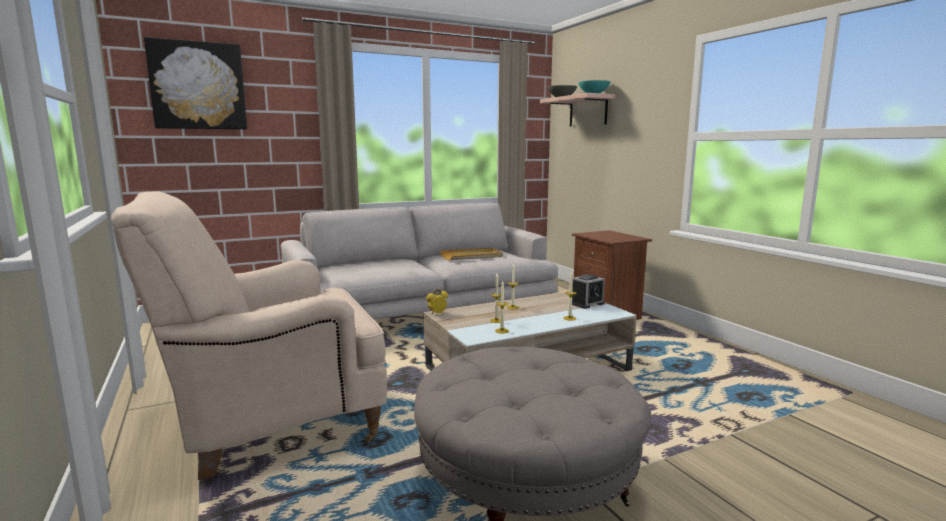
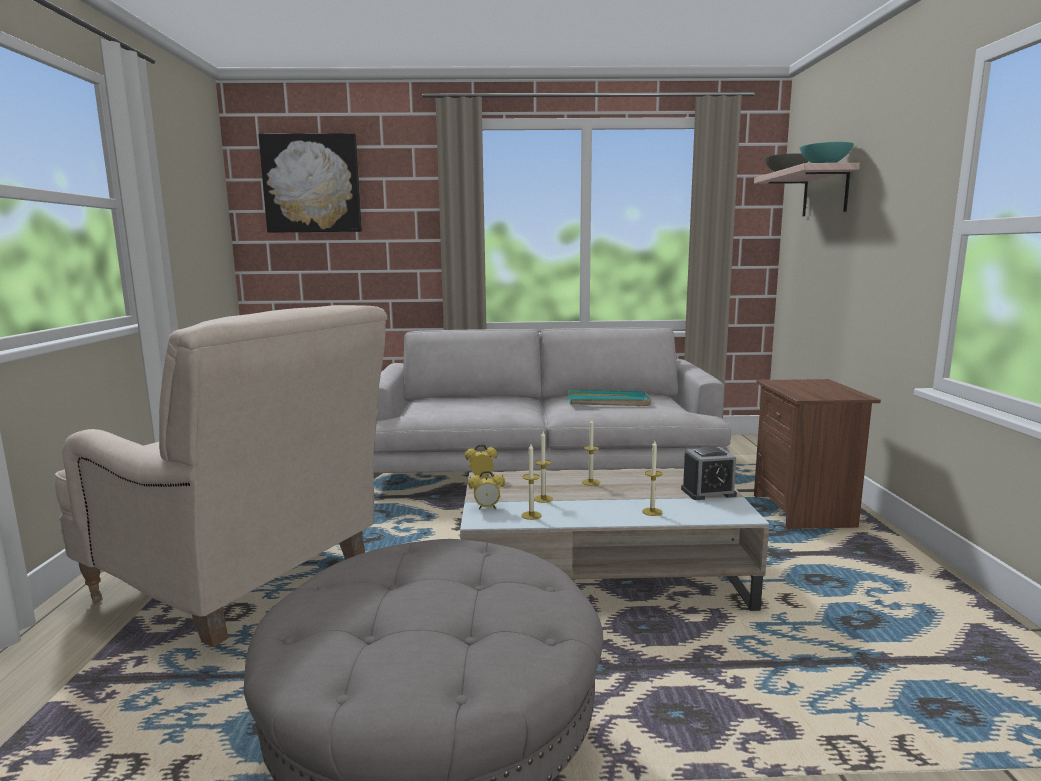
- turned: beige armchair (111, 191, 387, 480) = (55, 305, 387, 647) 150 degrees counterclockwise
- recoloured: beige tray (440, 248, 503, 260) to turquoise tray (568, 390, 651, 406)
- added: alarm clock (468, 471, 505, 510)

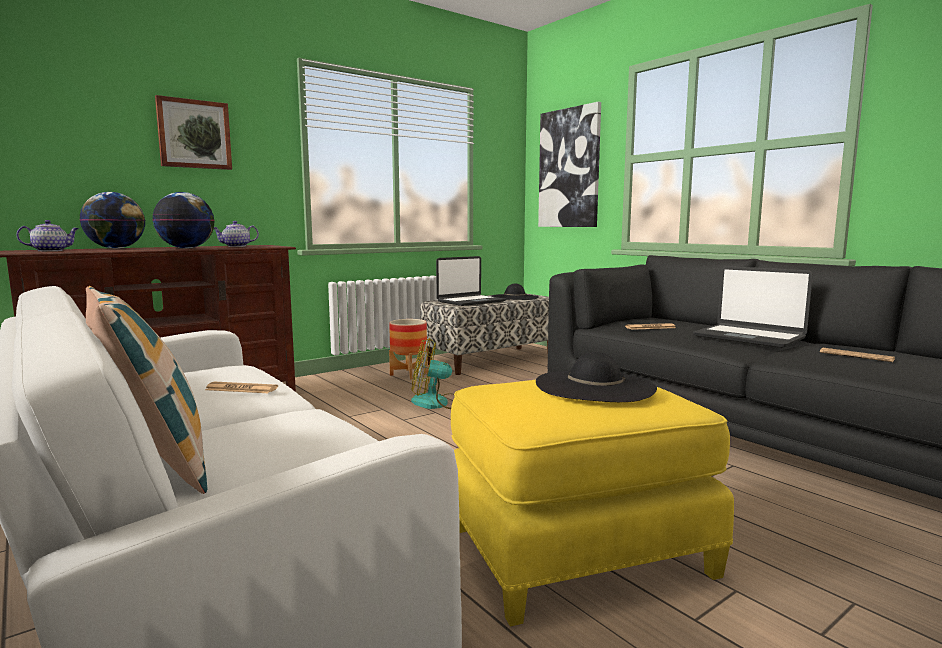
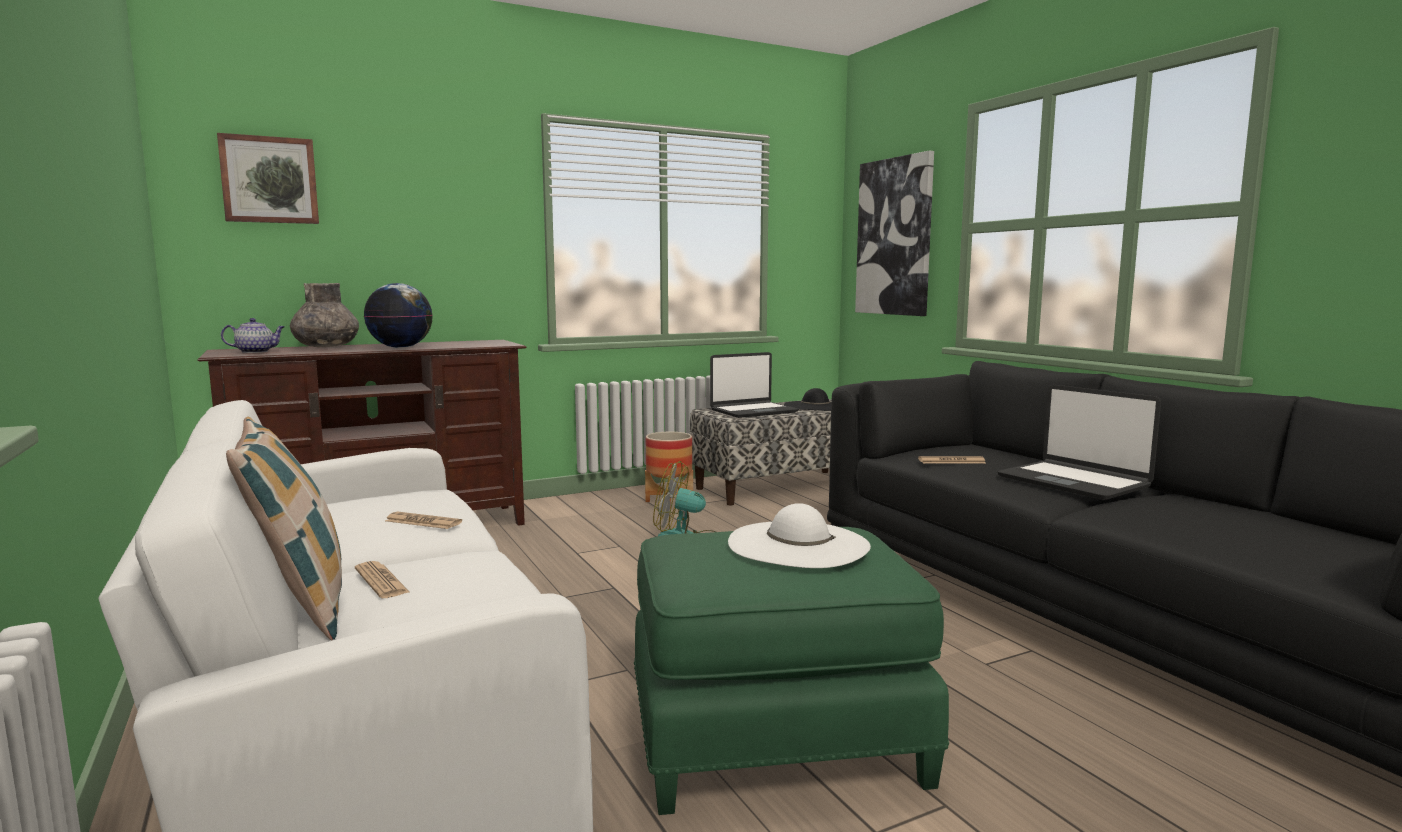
- moved: picture (155, 95, 232, 170) to (217, 133, 319, 224)
- replaced: globe (80, 192, 145, 249) to grey vase (290, 283, 359, 347)
- removed: teapot (214, 221, 259, 247)
- moved: newspaper (820, 348, 895, 362) to (355, 561, 411, 598)
- recoloured: black hat (536, 352, 657, 402) to white hat (728, 503, 871, 568)
- recoloured: yellow ottoman (451, 380, 734, 627) to green ottoman (634, 527, 949, 815)

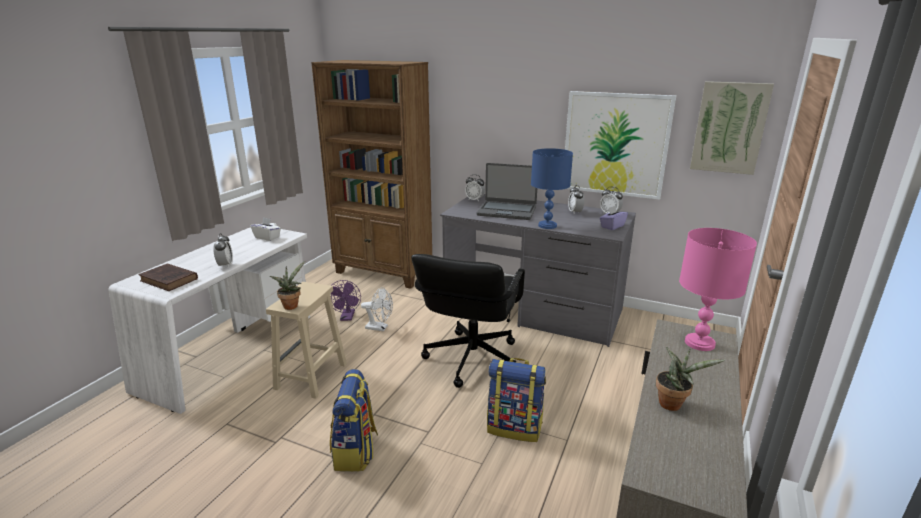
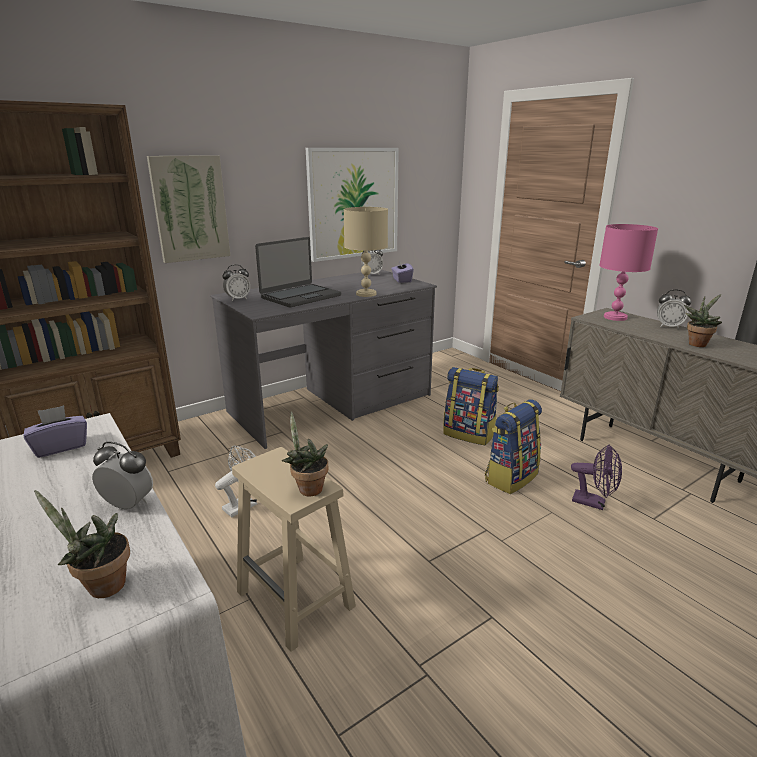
- moved: picture (690, 81, 774, 175) to (147, 155, 230, 263)
- recoloured: blue table lamp (531, 148, 573, 229) to beige table lamp (344, 207, 388, 297)
- moved: alarm clock (568, 185, 584, 213) to (657, 290, 691, 329)
- recoloured: white tissue box (250, 217, 281, 241) to purple tissue box (24, 405, 87, 458)
- removed: black office chair (411, 254, 525, 388)
- replaced: brown book (139, 263, 198, 291) to potted plant (34, 490, 130, 598)
- moved: purple fan (330, 280, 361, 321) to (571, 445, 622, 510)
- moved: backpack (330, 369, 378, 472) to (443, 367, 499, 445)

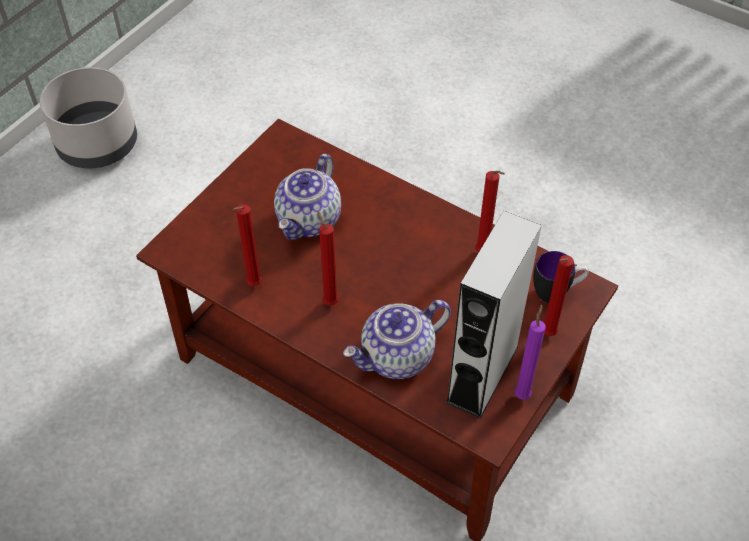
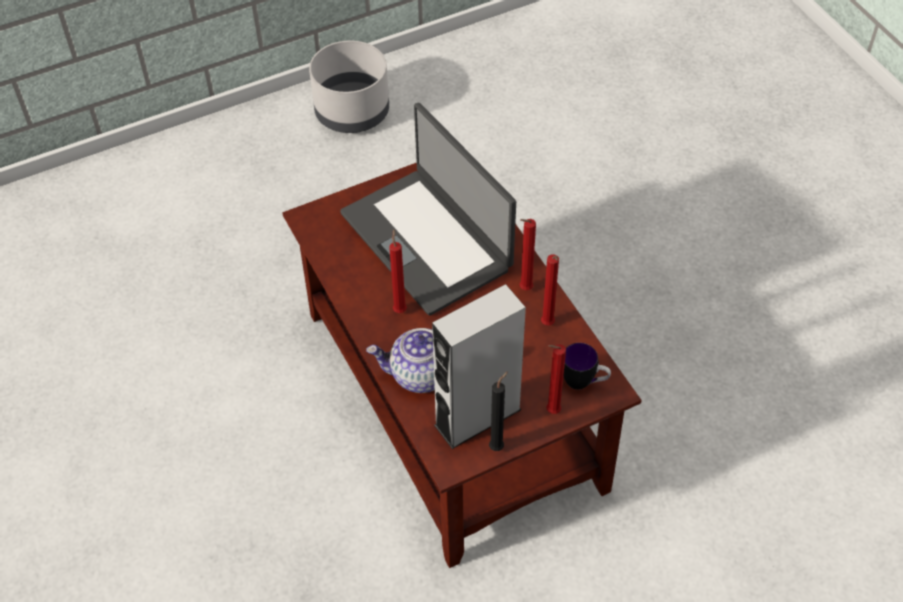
- replaced: teapot (274, 154, 341, 240) to laptop (340, 103, 516, 316)
- moved: red candle (233, 204, 262, 286) to (519, 219, 536, 290)
- recoloured: purple candle (515, 305, 546, 400) to black candle (489, 371, 508, 451)

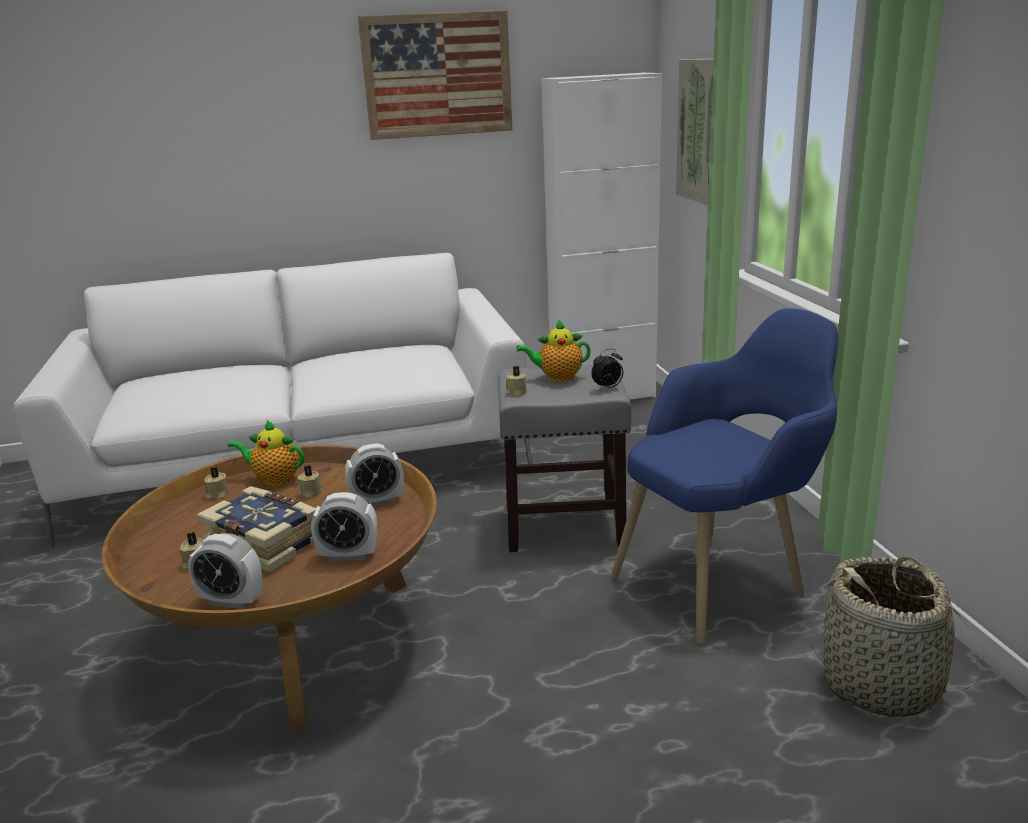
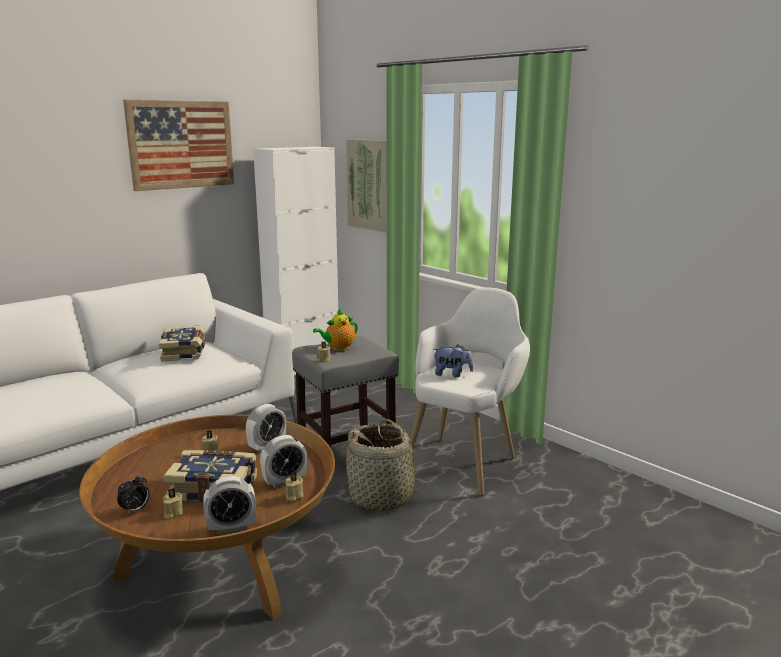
- recoloured: blue armchair (611, 308, 838, 645) to white armchair (410, 288, 530, 496)
- moved: alarm clock (591, 349, 623, 390) to (117, 473, 150, 514)
- removed: teapot (228, 419, 304, 486)
- moved: beige candle (204, 467, 229, 500) to (285, 472, 303, 501)
- moved: basket (810, 556, 984, 717) to (339, 419, 430, 511)
- added: book (159, 326, 205, 362)
- added: plush toy (433, 344, 473, 378)

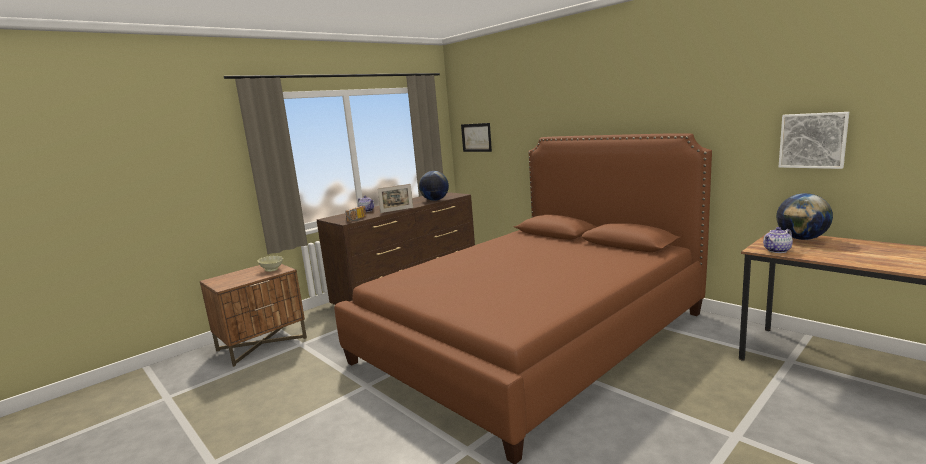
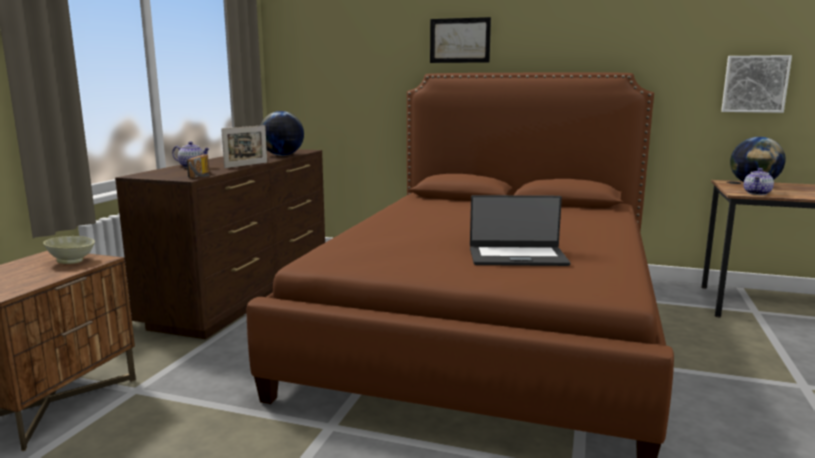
- moved: picture (461, 123, 492, 152) to (430, 17, 491, 63)
- added: laptop (470, 195, 570, 266)

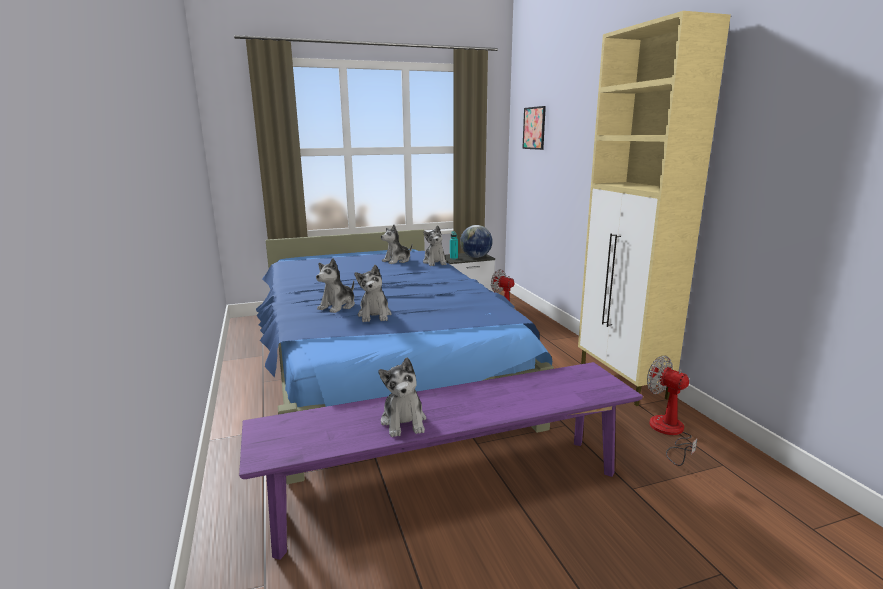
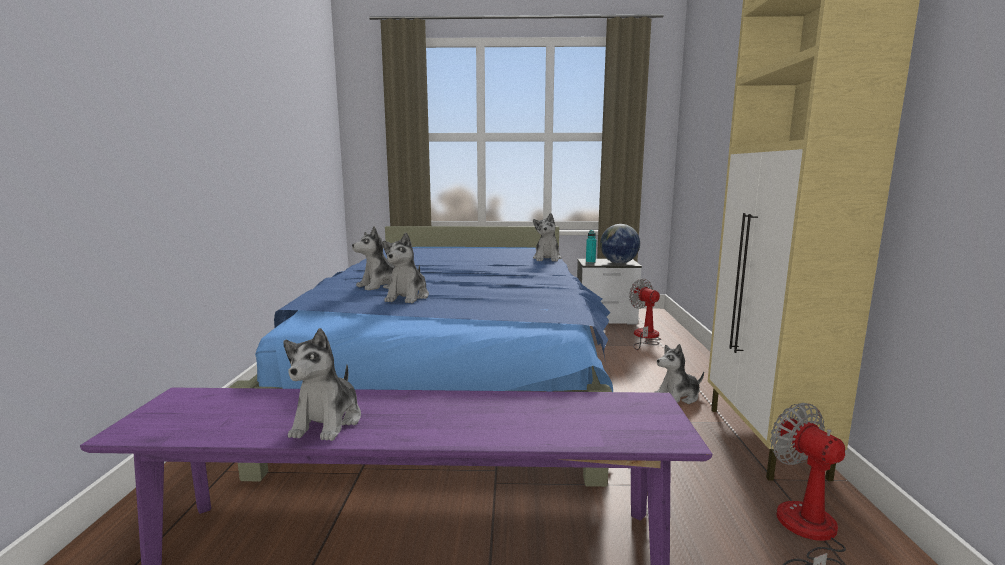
- removed: picture (522, 106, 546, 150)
- moved: plush toy (381, 225, 413, 264) to (654, 344, 704, 404)

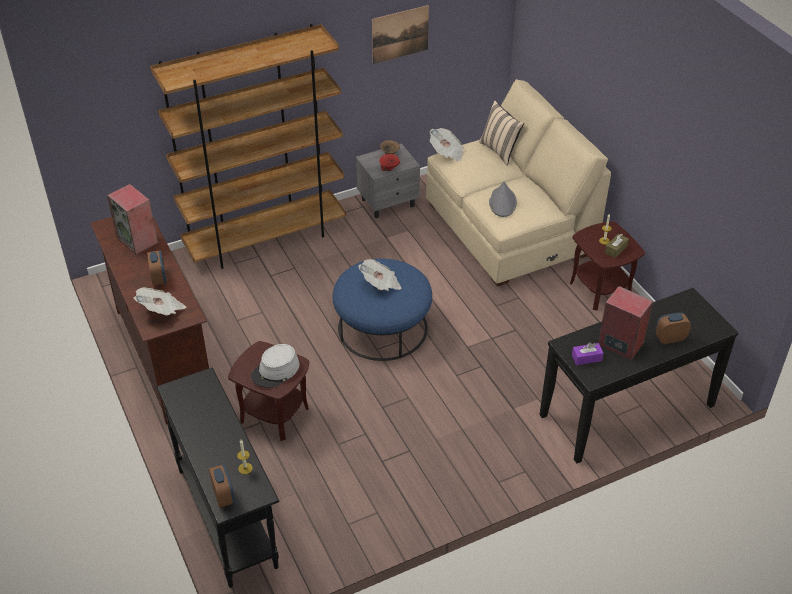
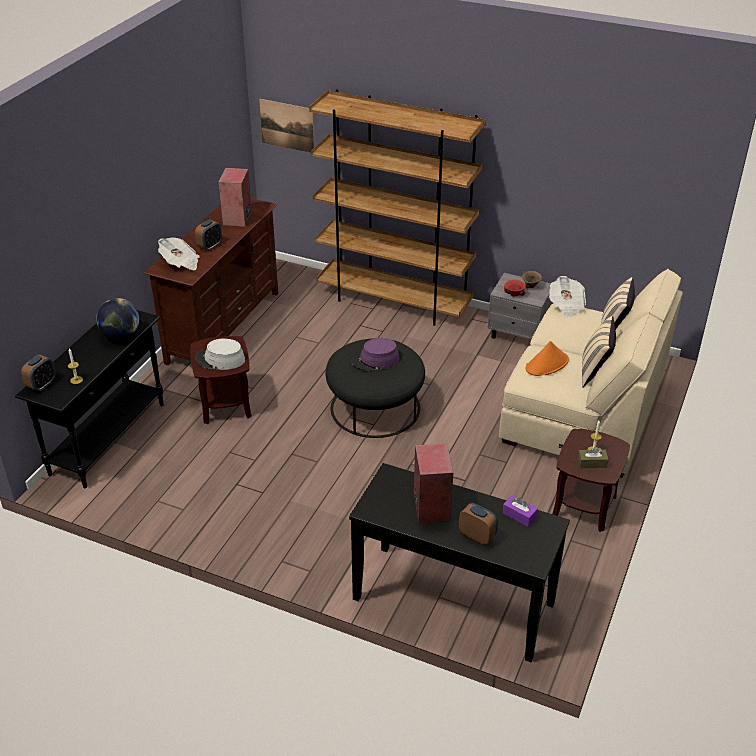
- moved: picture (372, 5, 429, 64) to (259, 99, 314, 153)
- recoloured: grey hat (489, 181, 517, 217) to orange hat (526, 341, 569, 376)
- recoloured: blue ottoman (333, 259, 432, 361) to black ottoman (325, 338, 425, 438)
- replaced: newspaper (358, 259, 401, 291) to purple hat (351, 338, 399, 371)
- moved: purple tissue box (572, 343, 604, 365) to (502, 495, 538, 527)
- added: globe (96, 298, 139, 340)
- added: beige pillow (582, 316, 616, 387)

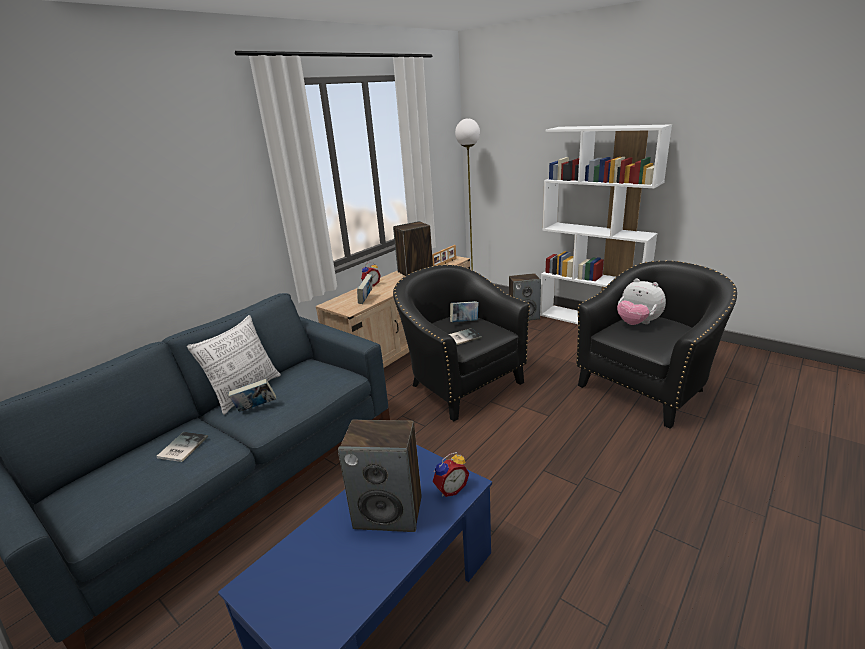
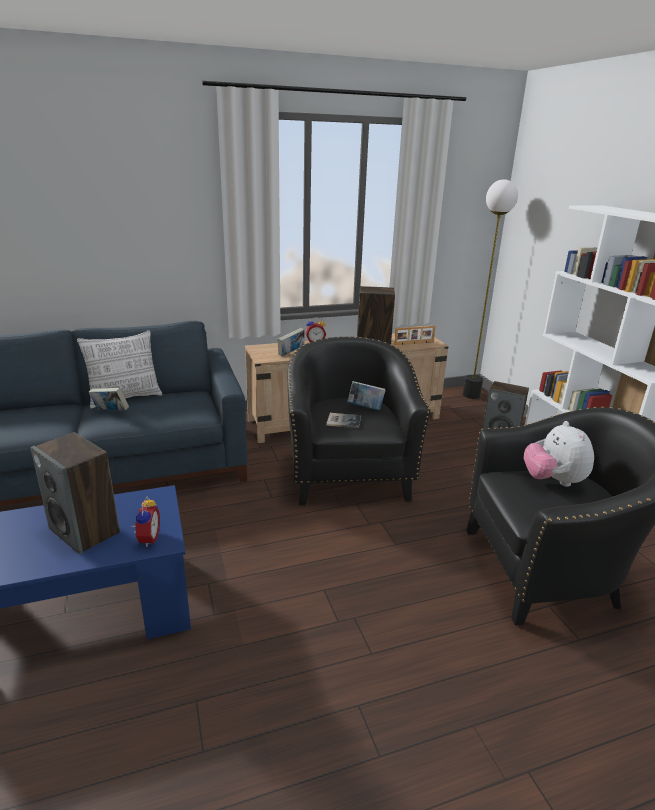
- removed: book (156, 432, 208, 462)
- turned: alarm clock (433, 452, 469, 497) = (131, 496, 160, 547) 90 degrees counterclockwise

